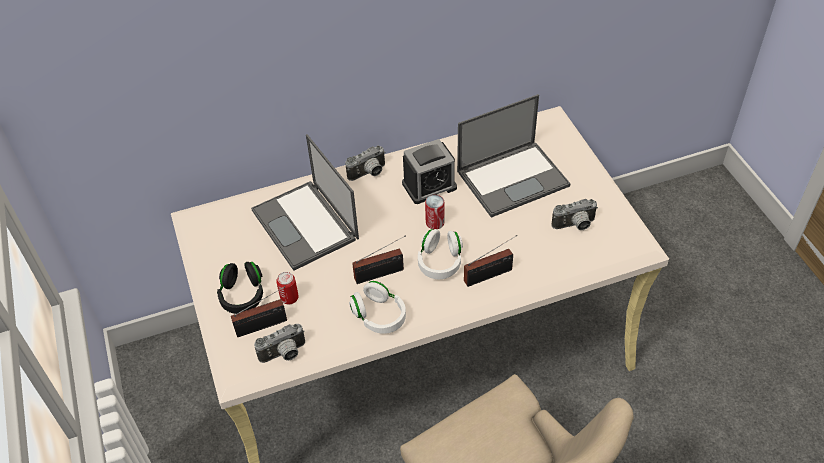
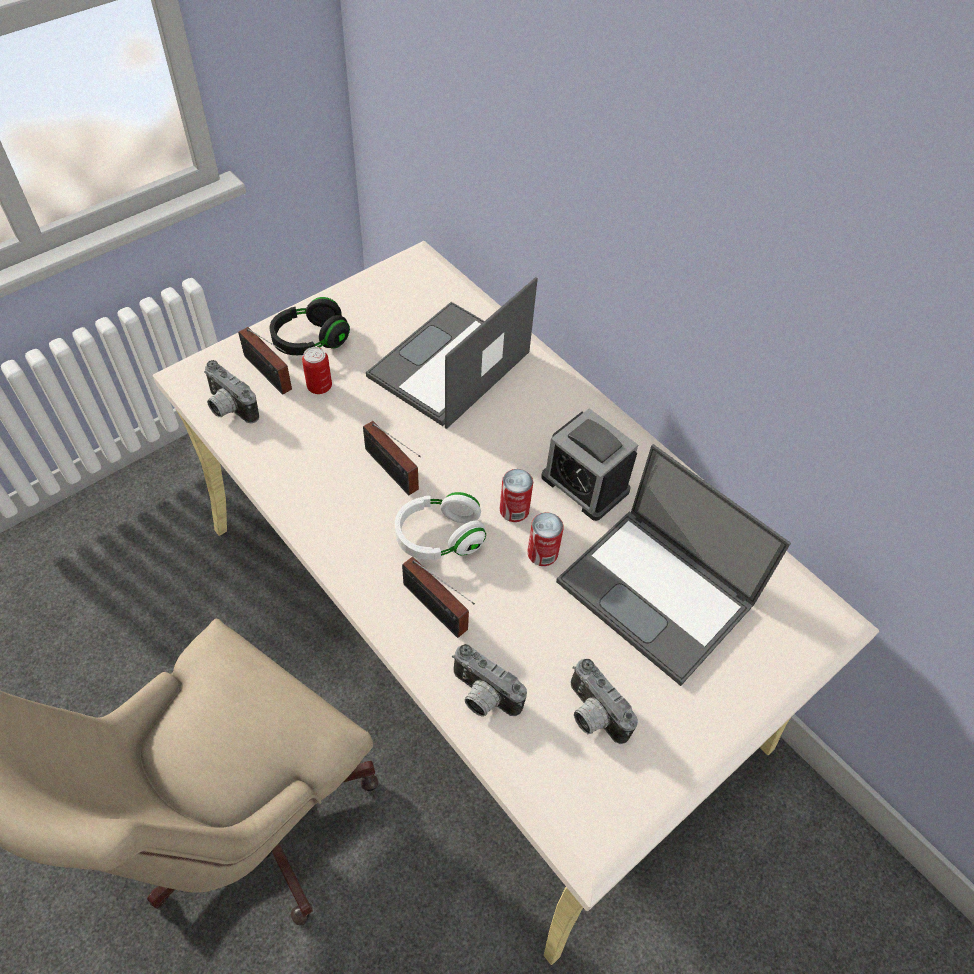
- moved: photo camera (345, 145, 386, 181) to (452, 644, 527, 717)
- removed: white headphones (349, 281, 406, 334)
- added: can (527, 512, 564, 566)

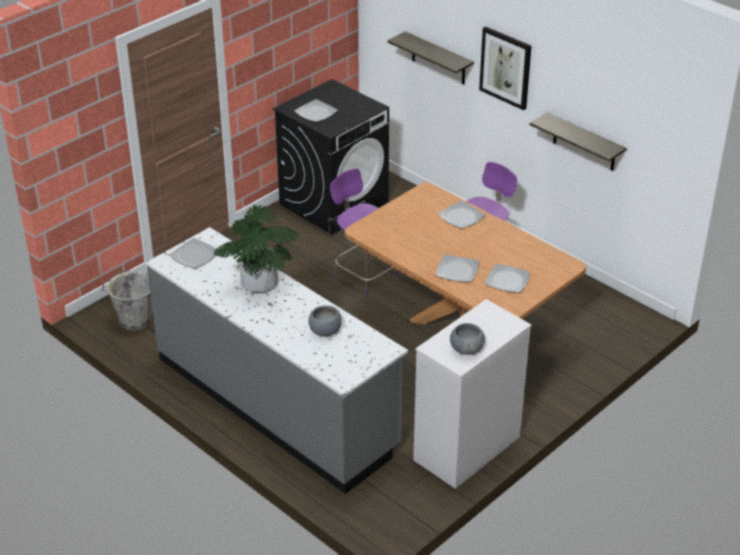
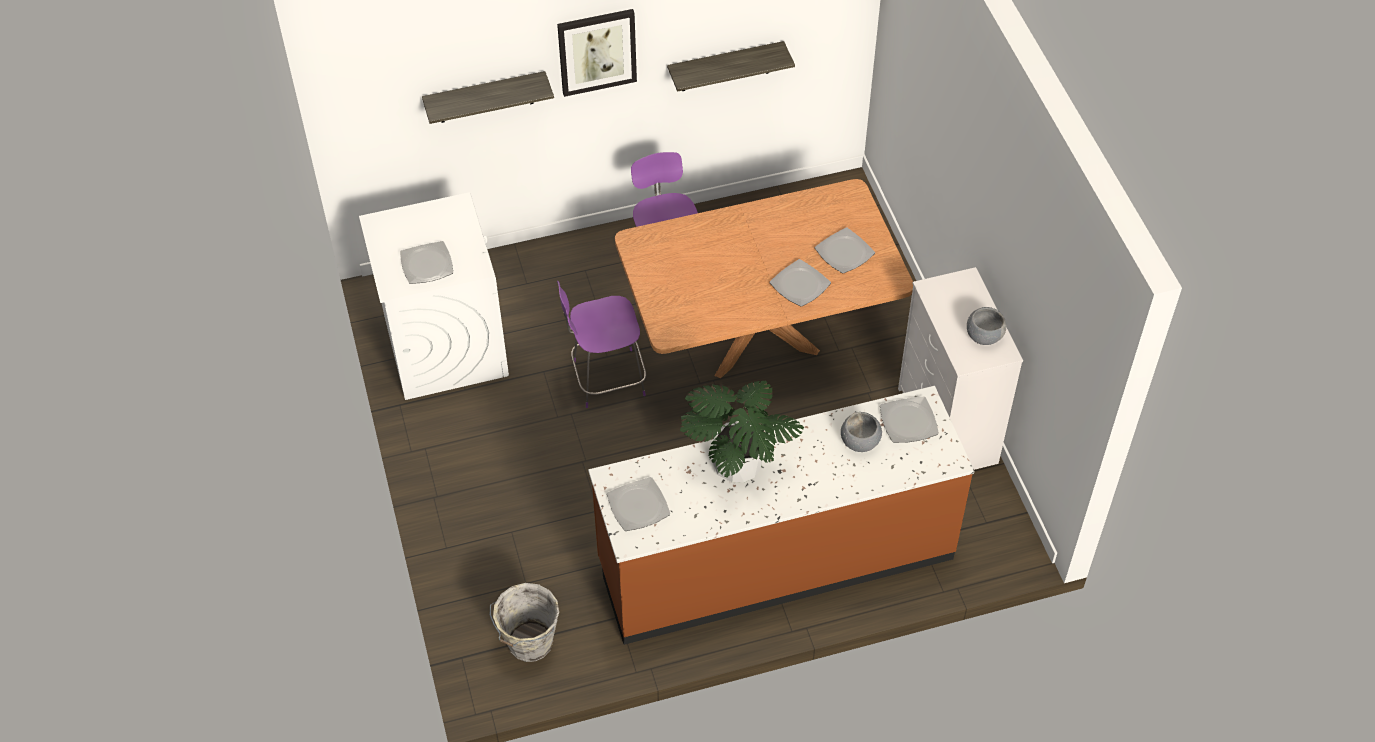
- recoloured: black washing machine (273, 79, 389, 235) to white washing machine (359, 192, 509, 400)
- moved: plate (438, 201, 485, 229) to (880, 396, 939, 443)
- recoloured: grey counter (146, 227, 408, 494) to brown counter (588, 386, 974, 645)

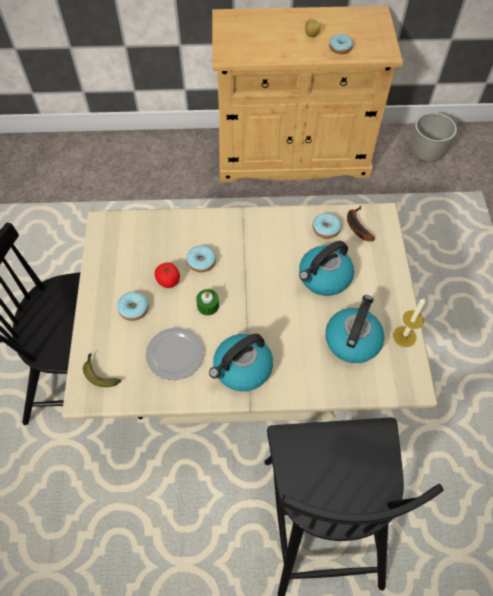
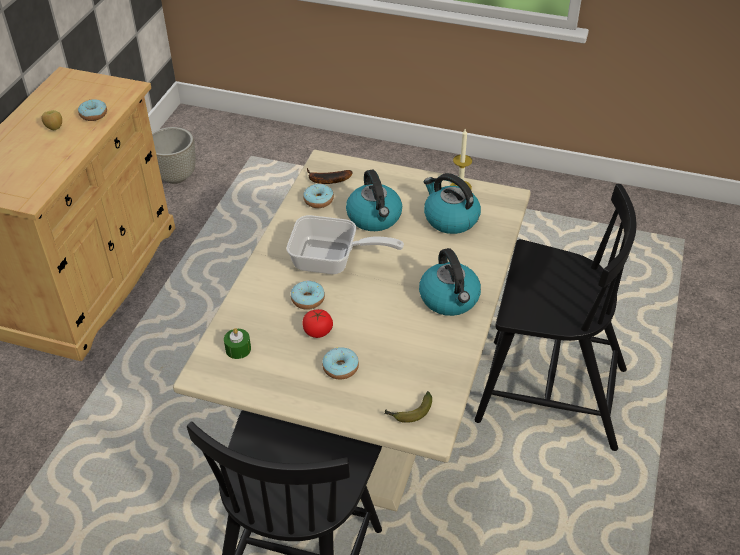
- moved: green candle (196, 289, 219, 315) to (224, 328, 251, 359)
- removed: plate (146, 327, 204, 380)
- added: frying pan (286, 215, 404, 274)

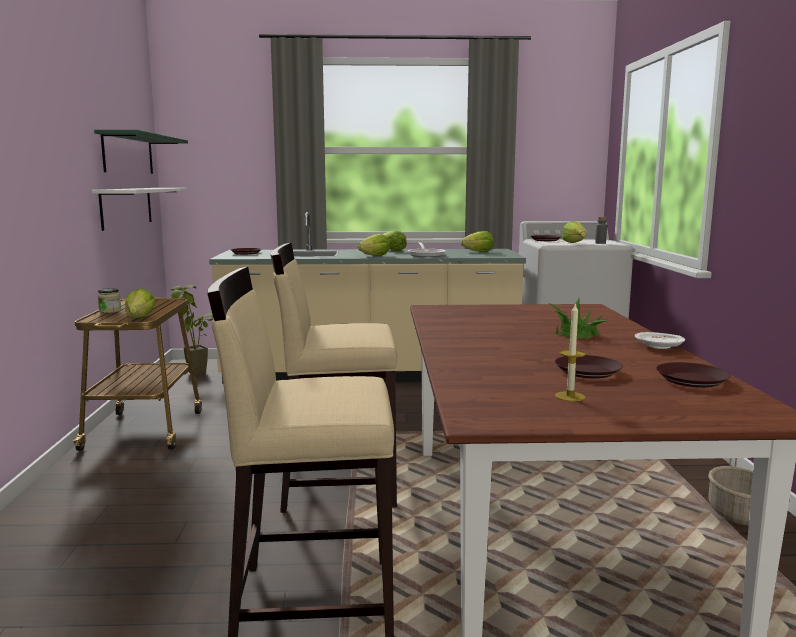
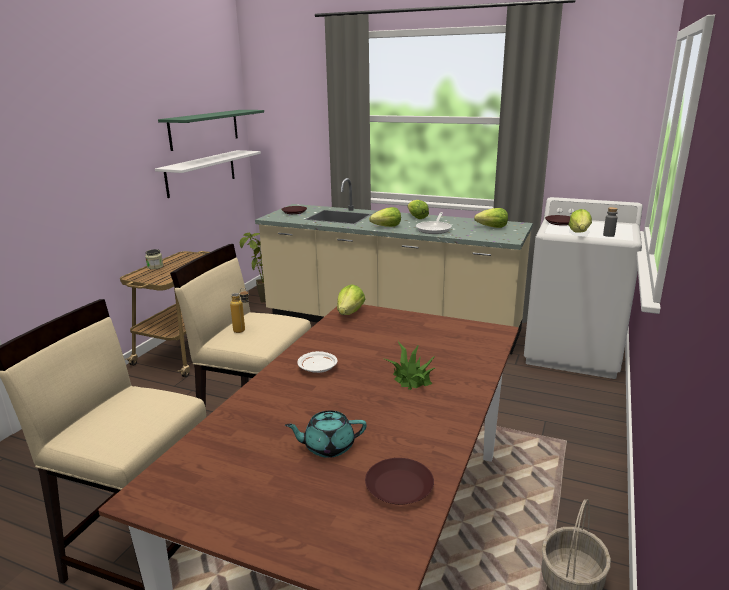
- moved: lettuce (125, 288, 156, 318) to (337, 284, 365, 315)
- removed: candle (555, 302, 586, 402)
- moved: white plate (635, 332, 685, 349) to (297, 351, 338, 373)
- replaced: brown plate (555, 355, 623, 379) to turquoise teapot (285, 411, 367, 458)
- added: bottle (230, 288, 249, 333)

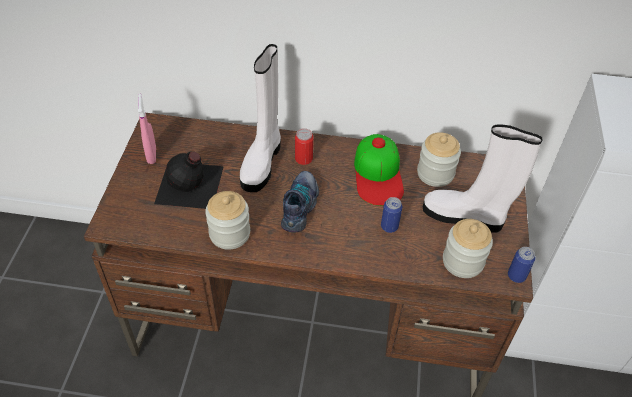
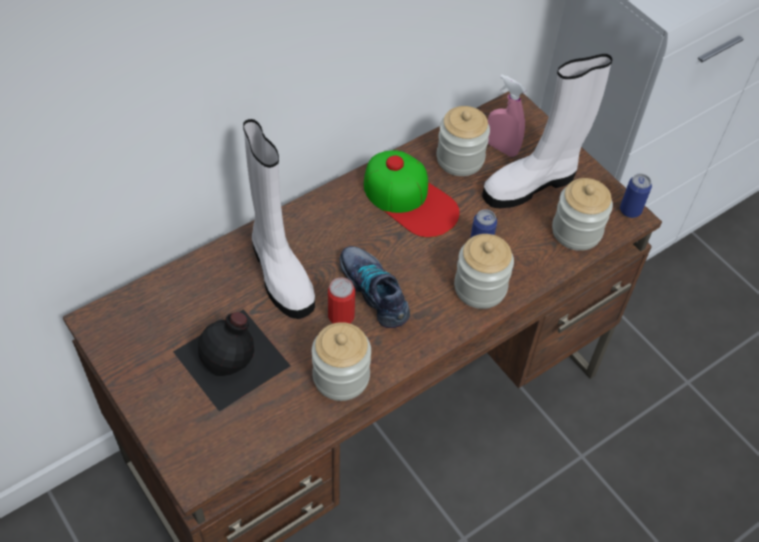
- moved: pink spray bottle (138, 94, 156, 164) to (488, 74, 527, 157)
- moved: can (295, 128, 313, 165) to (328, 277, 355, 324)
- added: jar (454, 234, 514, 309)

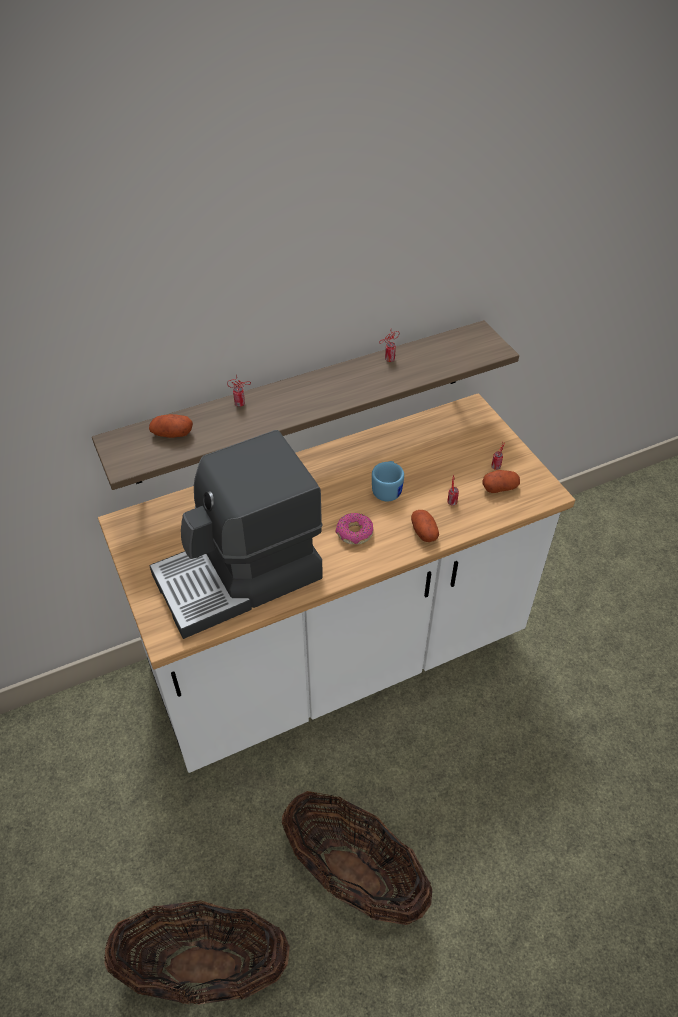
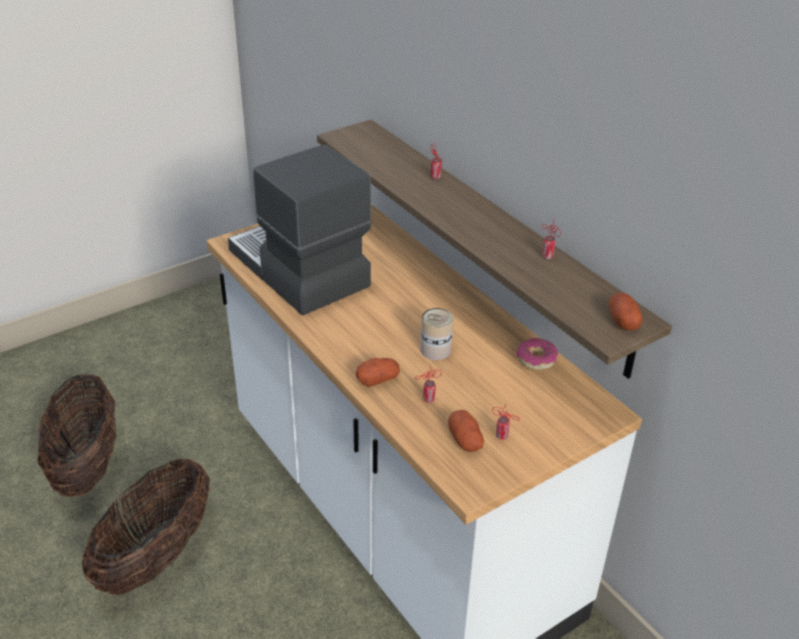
- moved: potato (149, 414, 193, 438) to (609, 293, 642, 331)
- replaced: blue mug (372, 461, 404, 501) to can (421, 308, 453, 360)
- moved: donut (336, 513, 373, 545) to (517, 338, 558, 370)

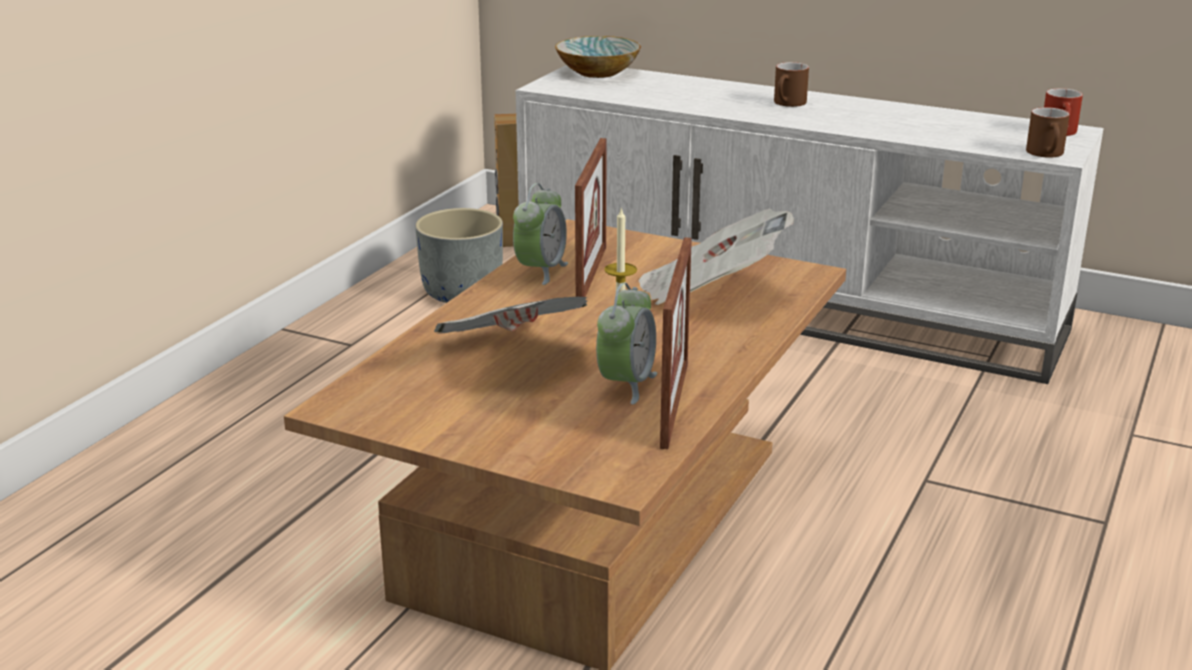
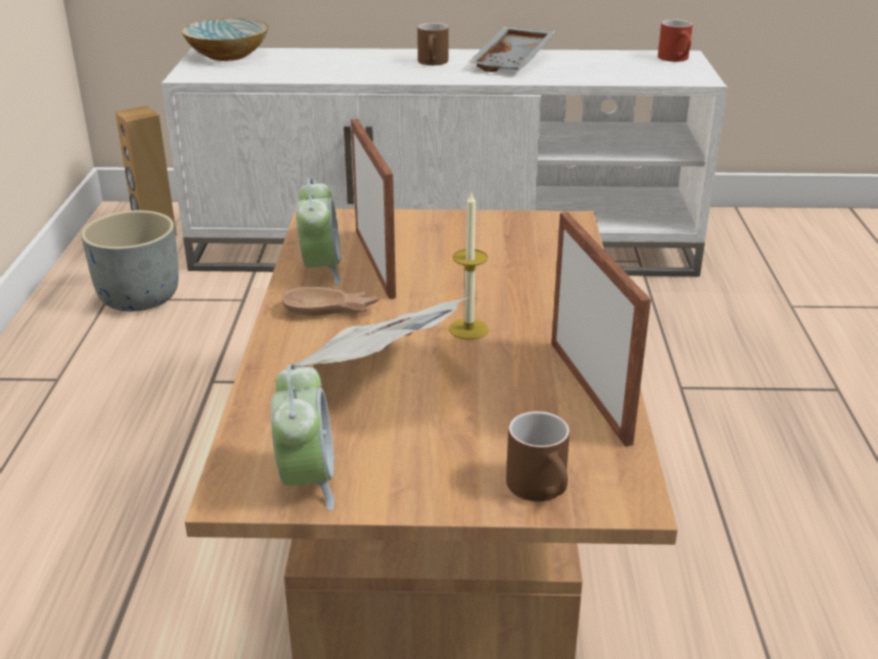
- moved: brown mug (1026, 107, 1070, 158) to (506, 411, 570, 501)
- removed: newspaper (638, 209, 794, 305)
- moved: alarm clock (596, 283, 657, 404) to (271, 363, 335, 511)
- added: grey tray (468, 27, 556, 72)
- added: brown bowl (282, 287, 379, 316)

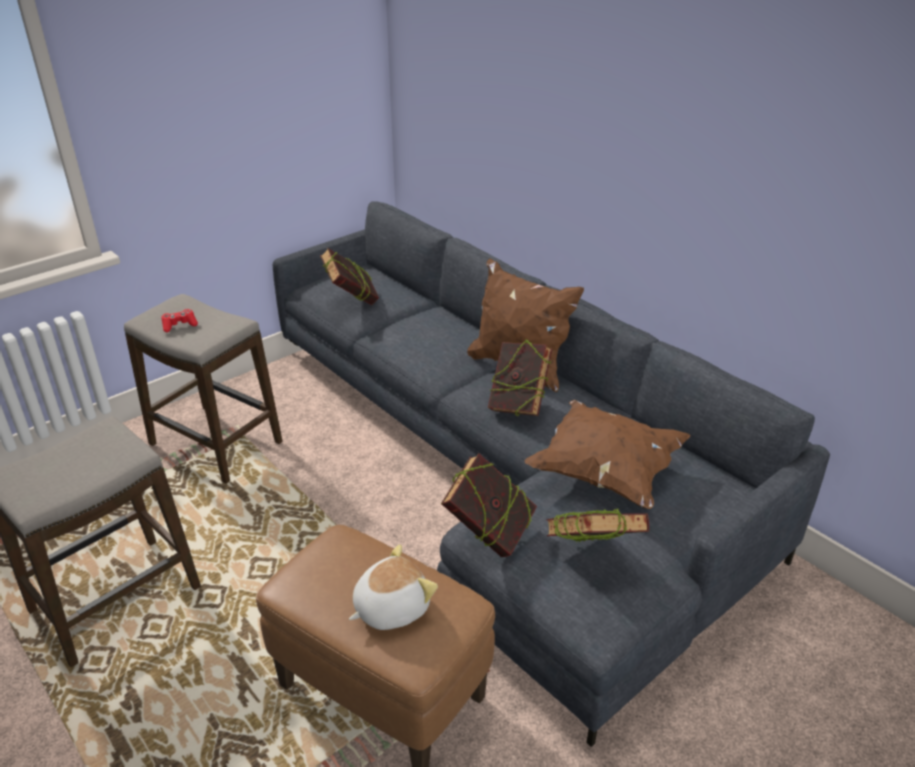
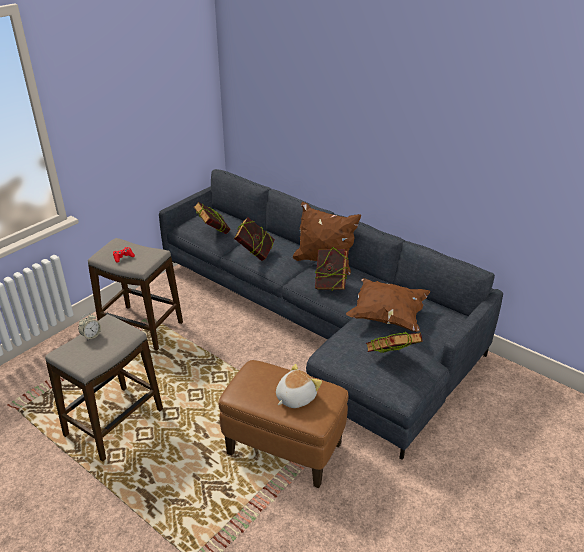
- moved: book (441, 453, 537, 557) to (234, 217, 275, 261)
- added: alarm clock (78, 313, 101, 340)

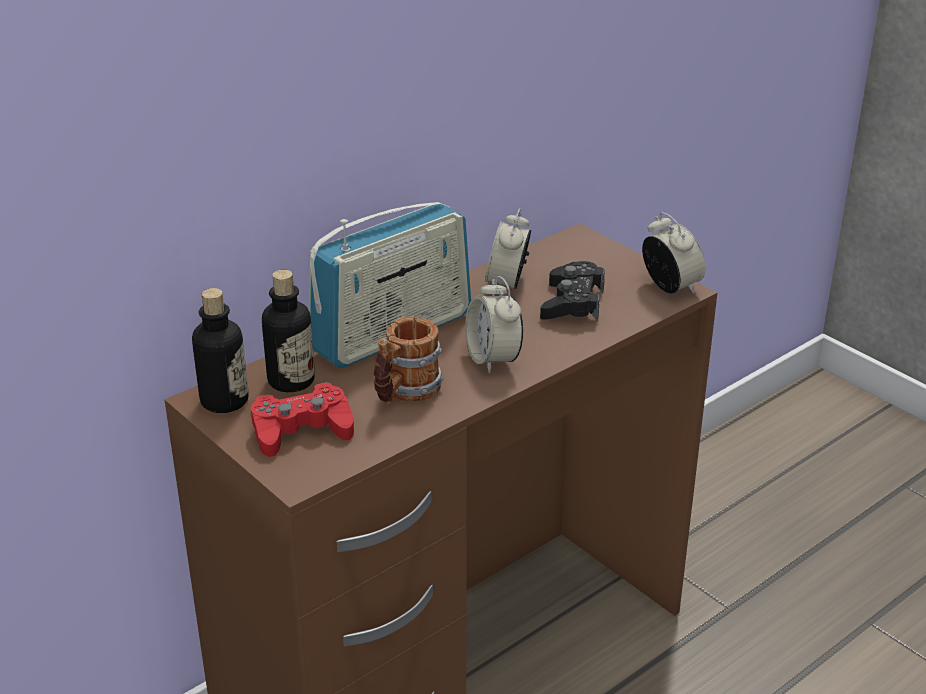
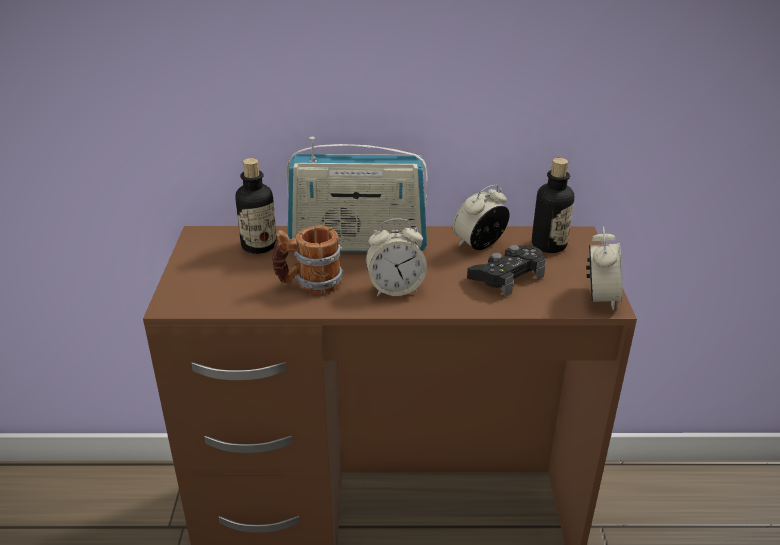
- turned: alarm clock (465, 276, 523, 373) = (366, 218, 427, 296) 120 degrees counterclockwise
- moved: bottle (192, 288, 248, 413) to (532, 158, 574, 253)
- removed: red game controller (251, 382, 354, 457)

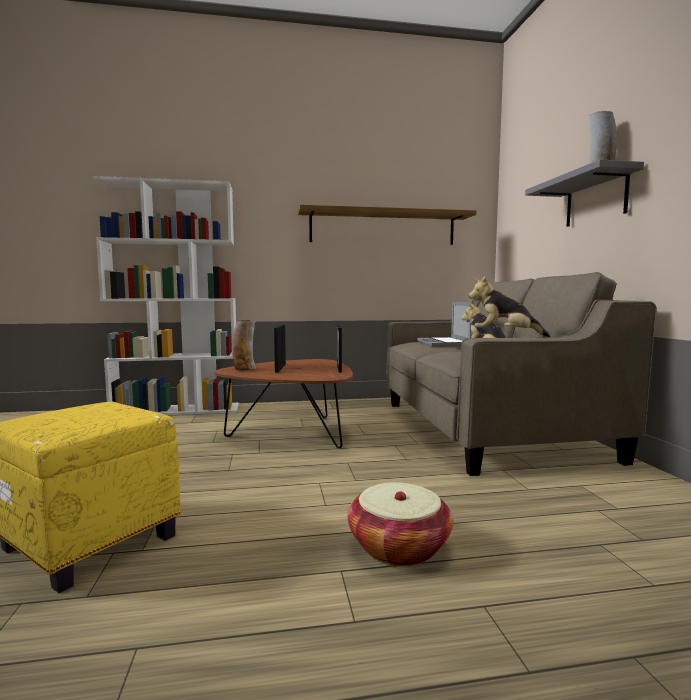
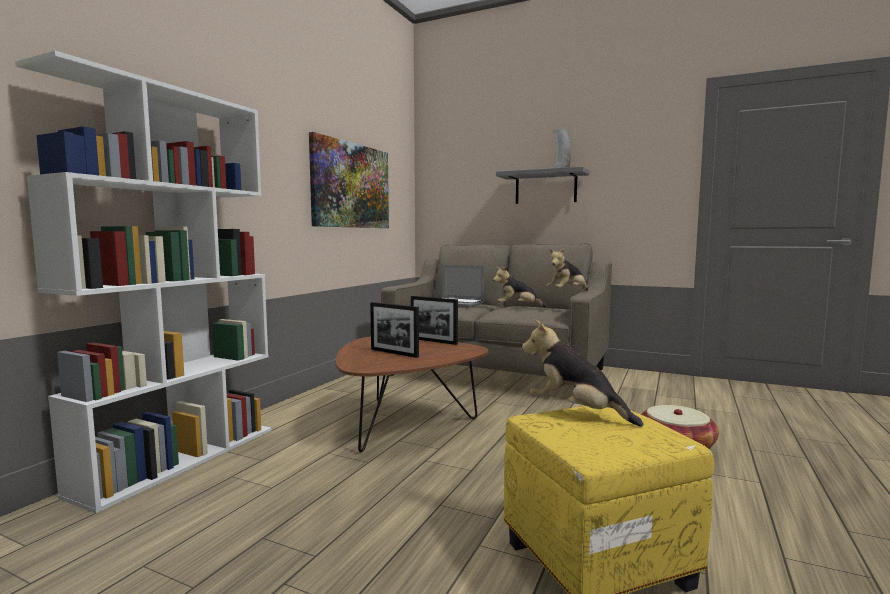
- replaced: shelf (298, 205, 477, 245) to picture (309, 132, 389, 228)
- removed: vase (233, 320, 256, 371)
- added: plush toy (522, 320, 643, 427)

